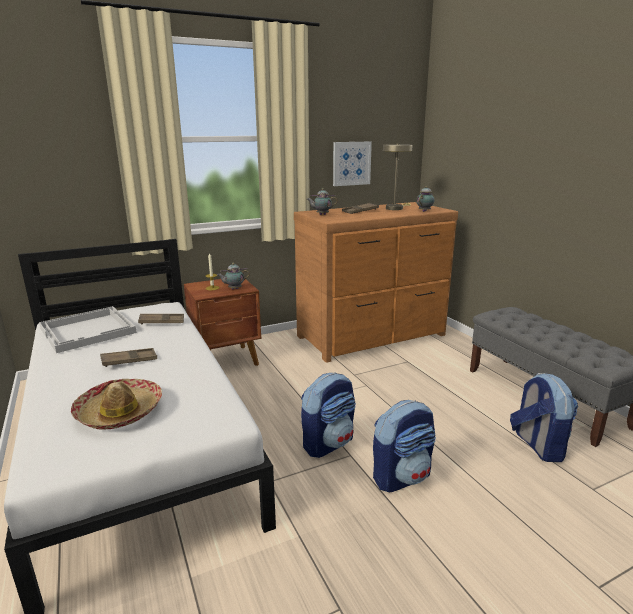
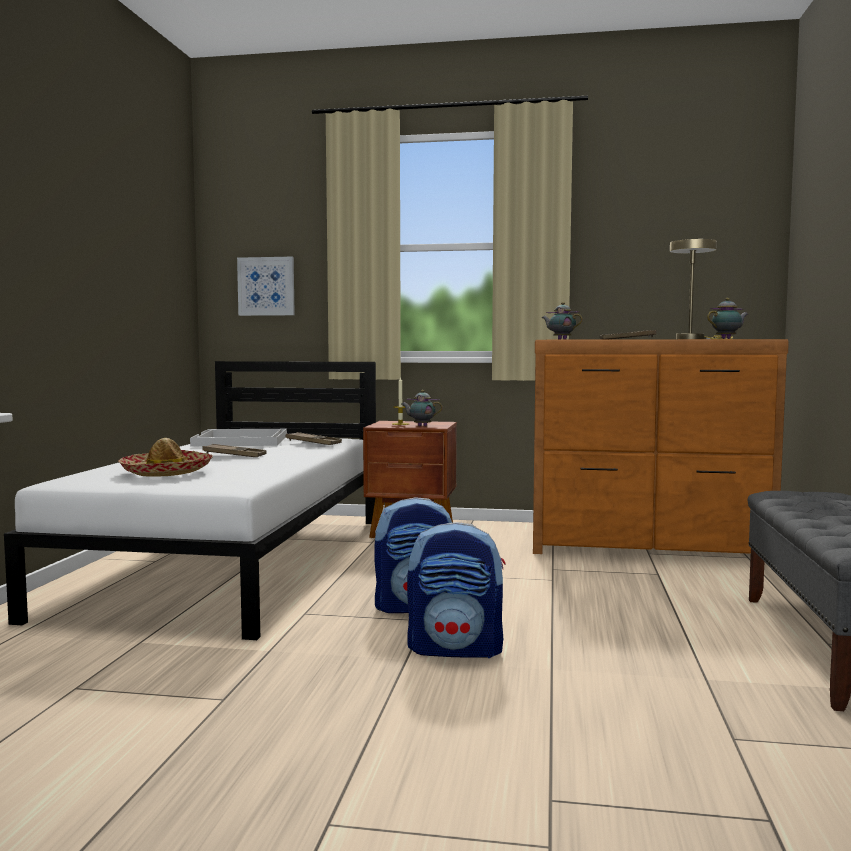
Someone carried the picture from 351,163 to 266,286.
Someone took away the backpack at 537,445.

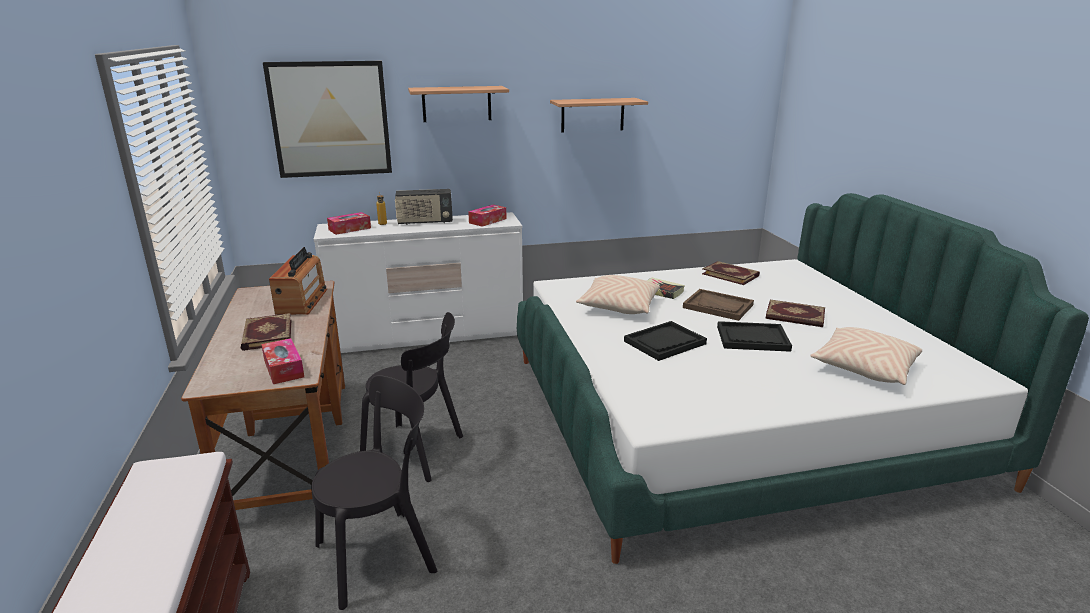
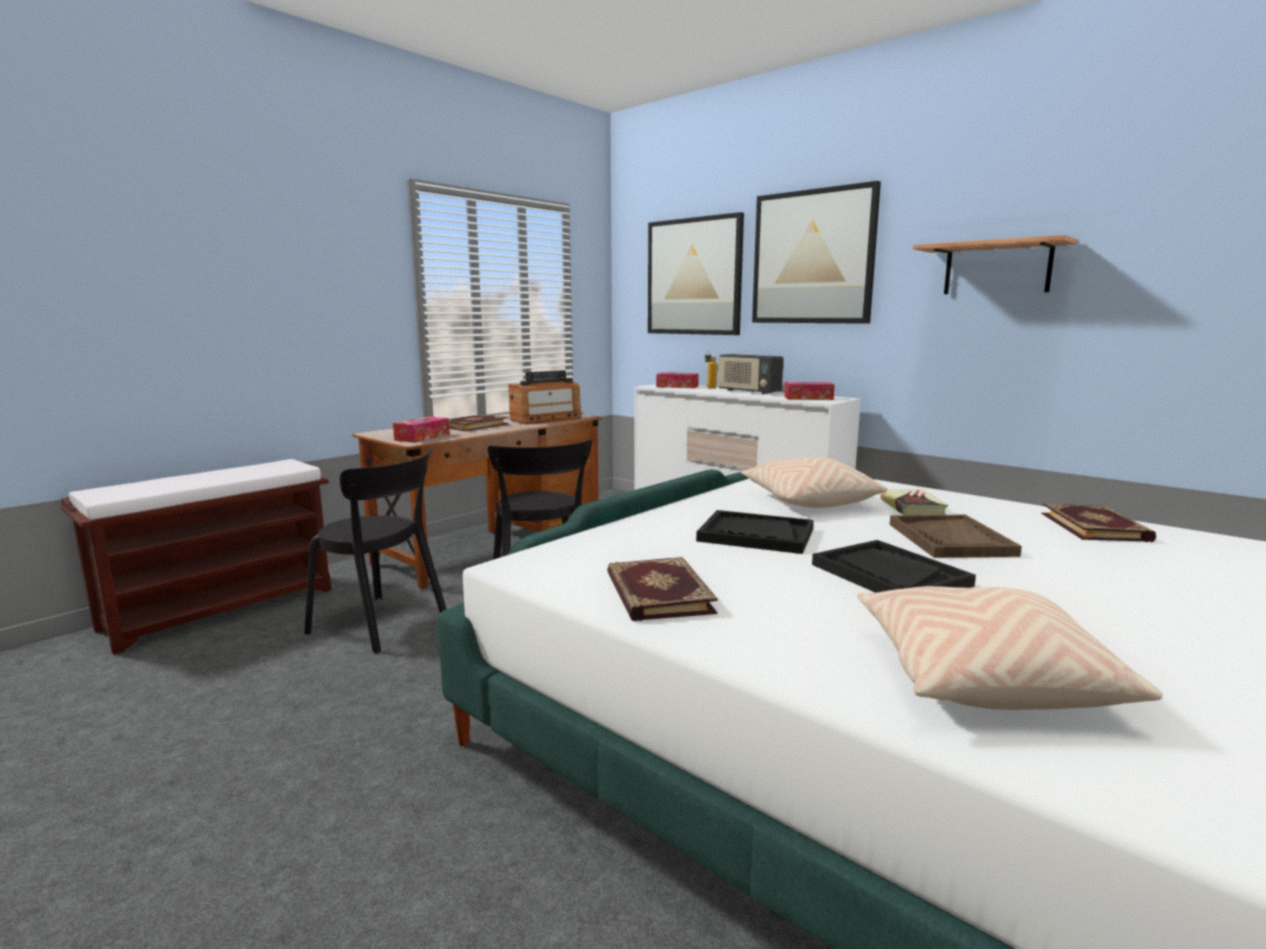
Someone swapped the shelf at 456,104 for the picture at 813,257.
Someone carried the book from 794,316 to 656,593.

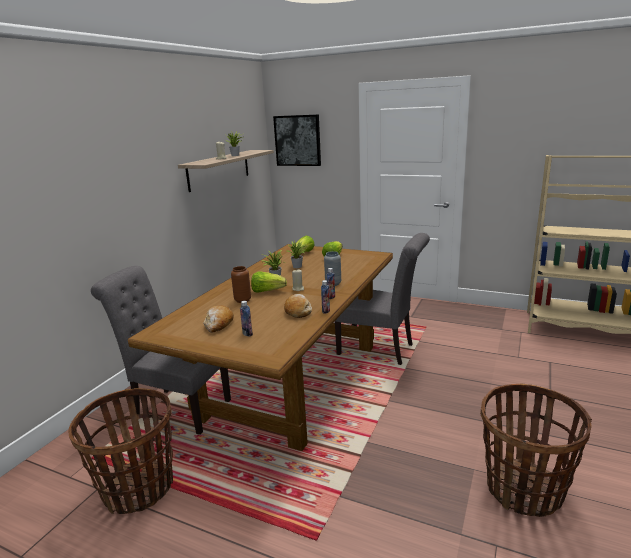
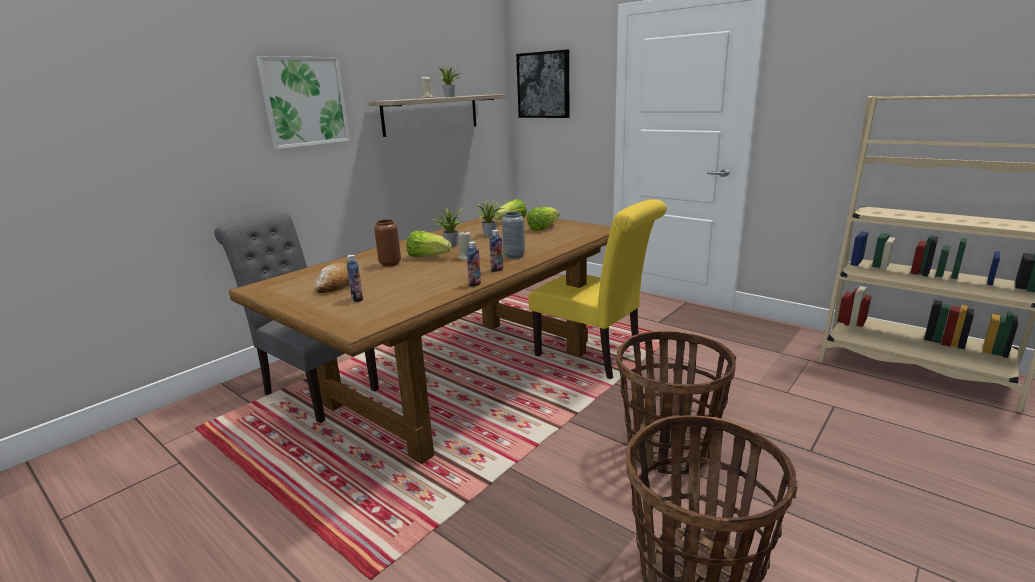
Someone carried the basket from 138,488 to 669,450.
Someone took away the bread at 298,311.
Someone repainted the grey chair at 380,350, which became the yellow chair at 594,358.
Someone put up the picture at 305,102.

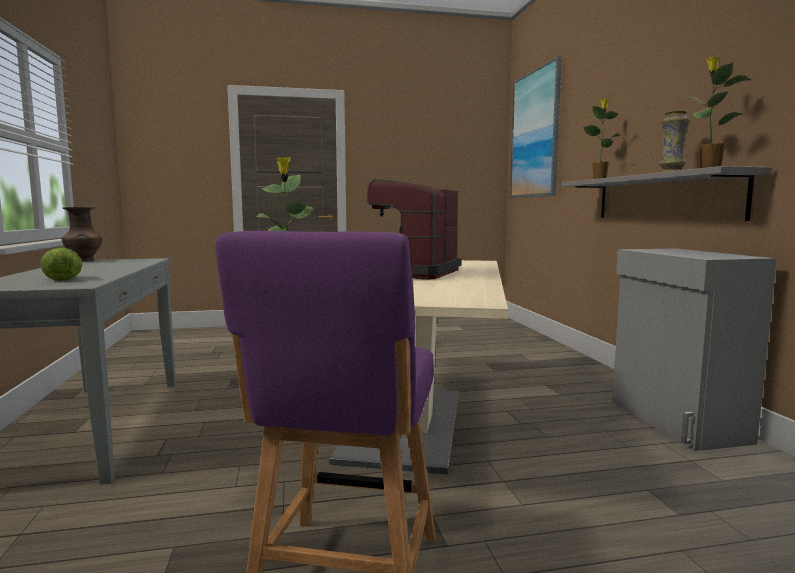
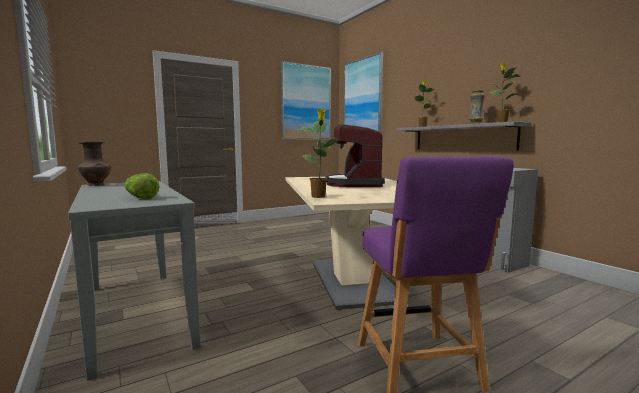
Someone put up the picture at 305,103.

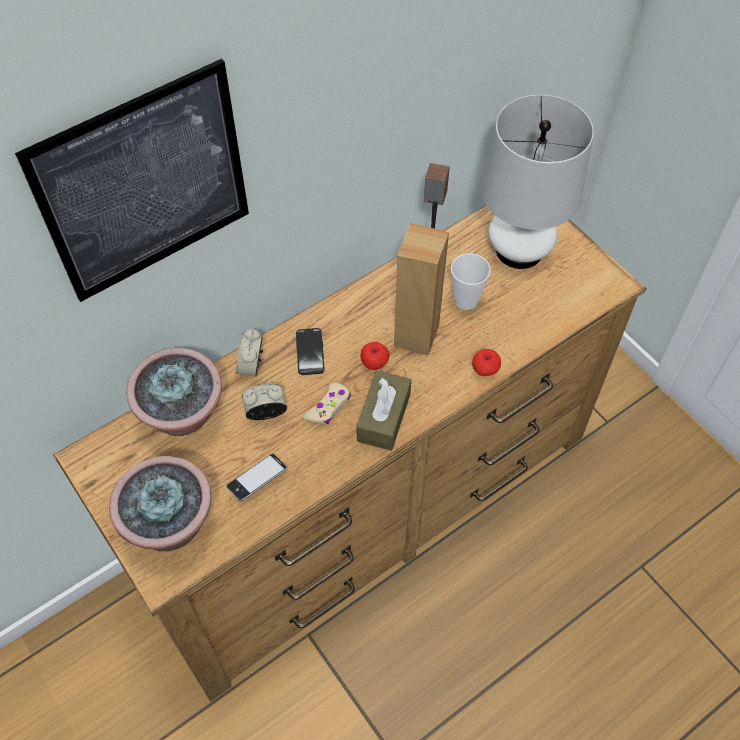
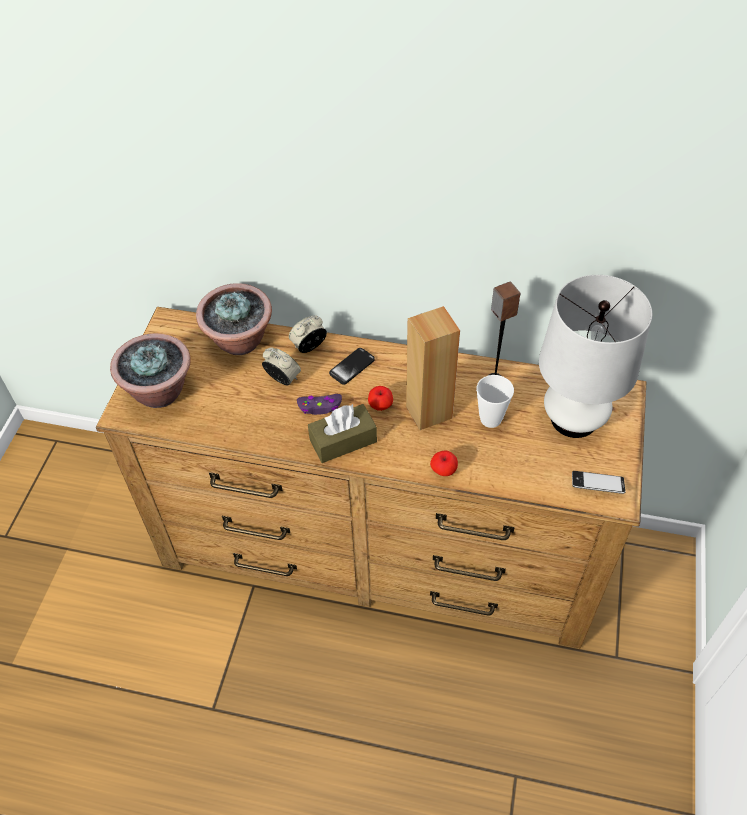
Someone took away the picture at 145,185.
Someone carried the phone from 257,479 to 597,484.
Someone repainted the beige game controller at 329,408, which became the purple game controller at 320,407.

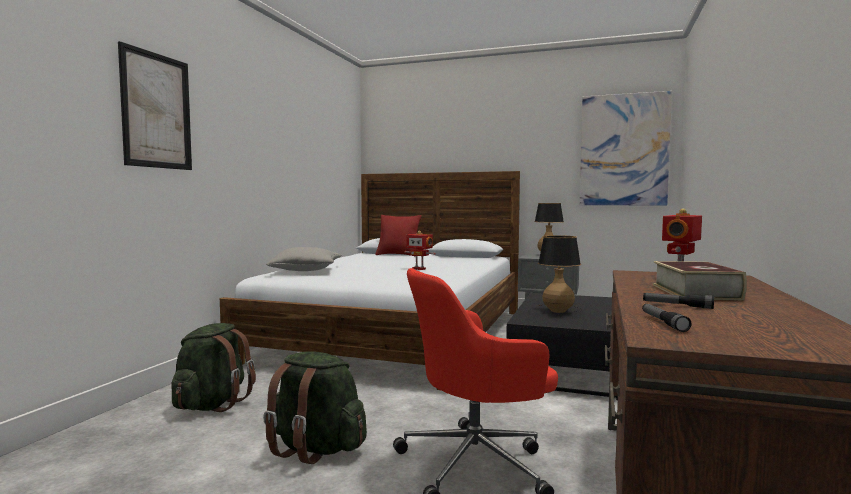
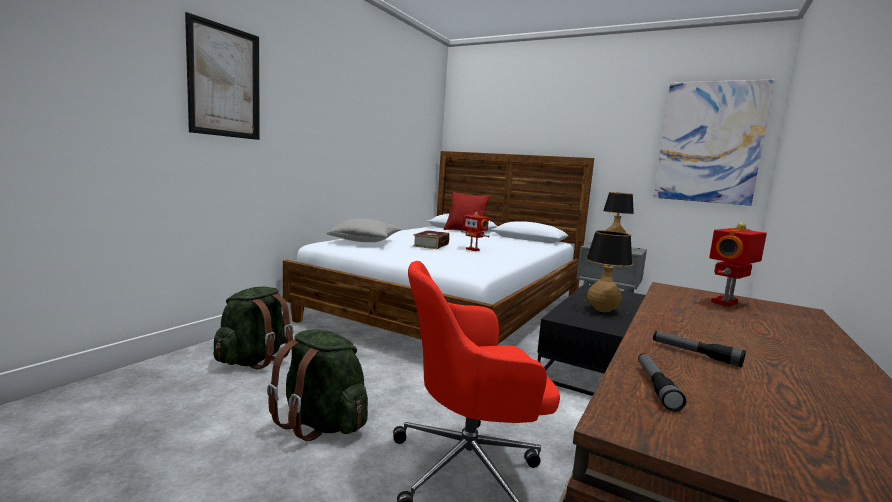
Someone carried the book from 695,292 to 431,245.

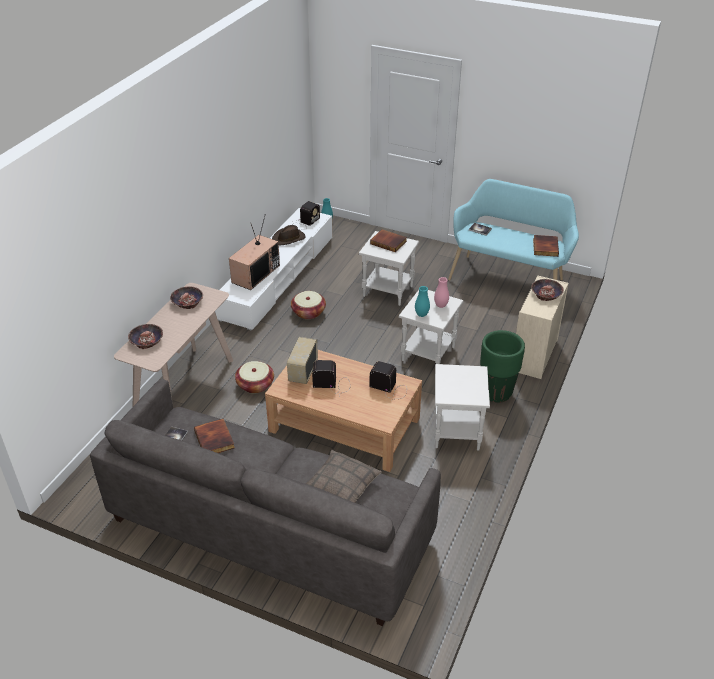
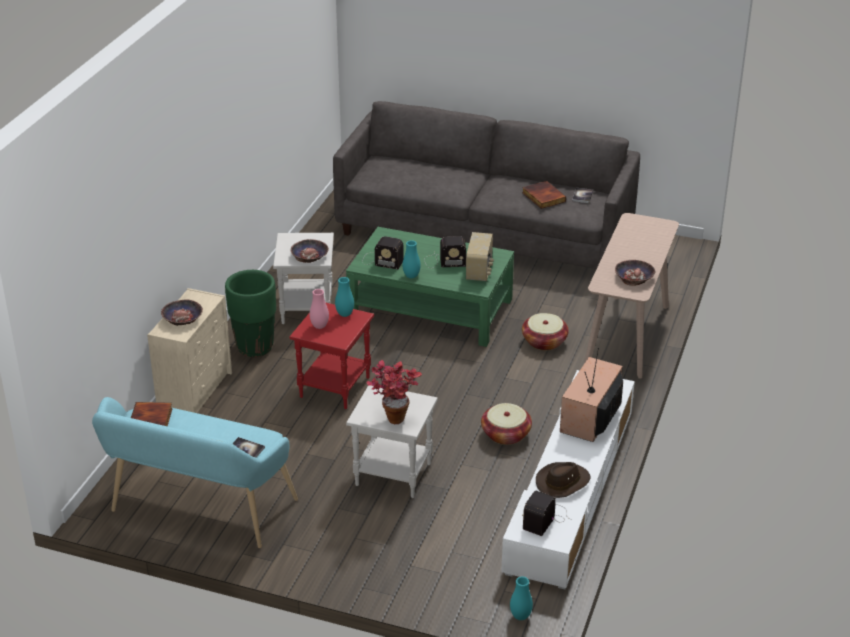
Someone carried the bowl from 146,340 to 309,256.
Someone repainted the brown coffee table at 343,425, which became the green coffee table at 431,309.
Someone took away the pillow at 341,485.
Someone swapped the book at 389,242 for the potted plant at 393,416.
Someone repainted the white side table at 427,353, which became the red side table at 335,388.
Someone put down the turquoise vase at 411,276.

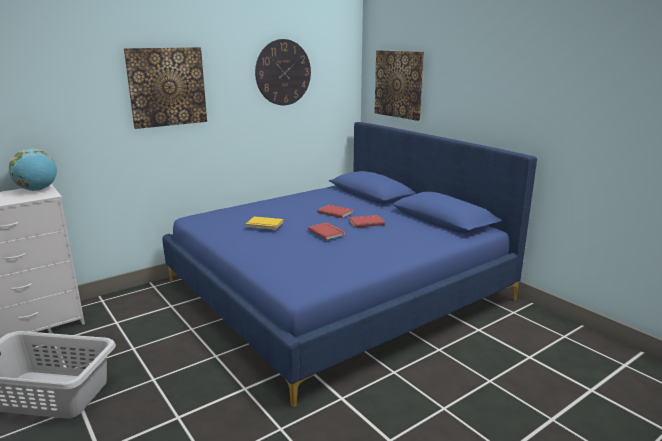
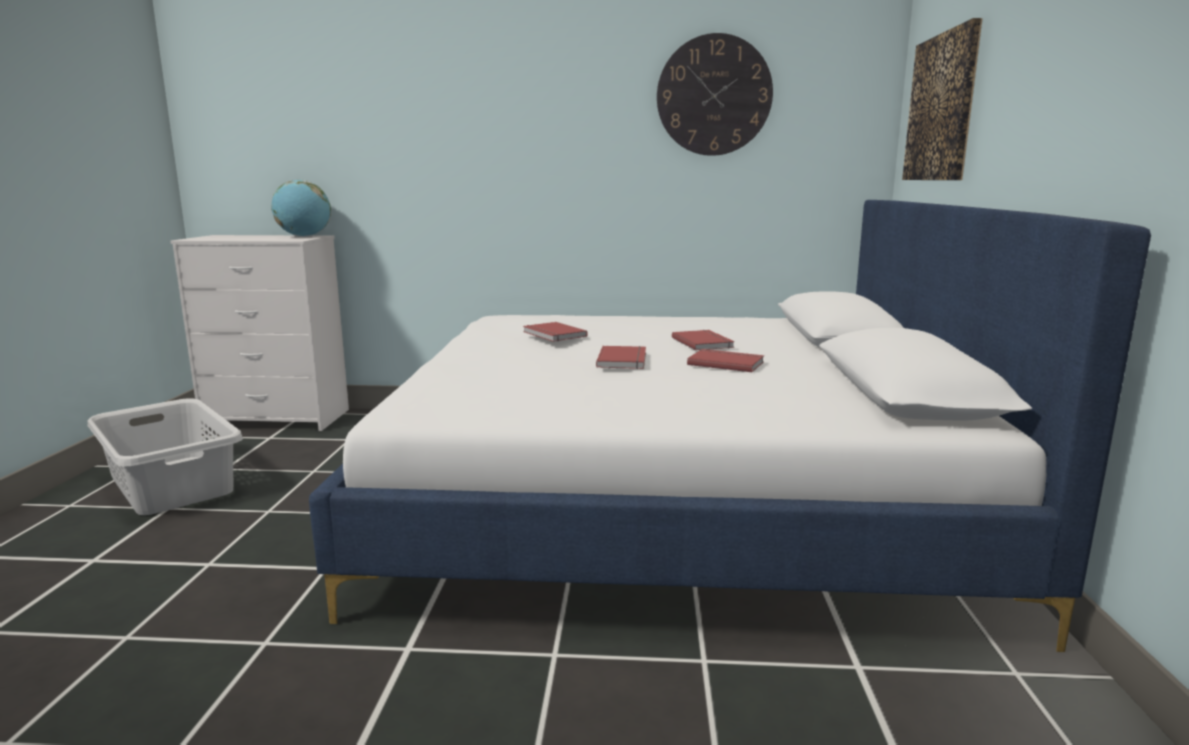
Someone took away the picture at 167,87.
Someone repainted the blue bed at 337,290, which became the white bed at 673,494.
Someone repainted the yellow book at 264,225, which became the red book at 553,334.

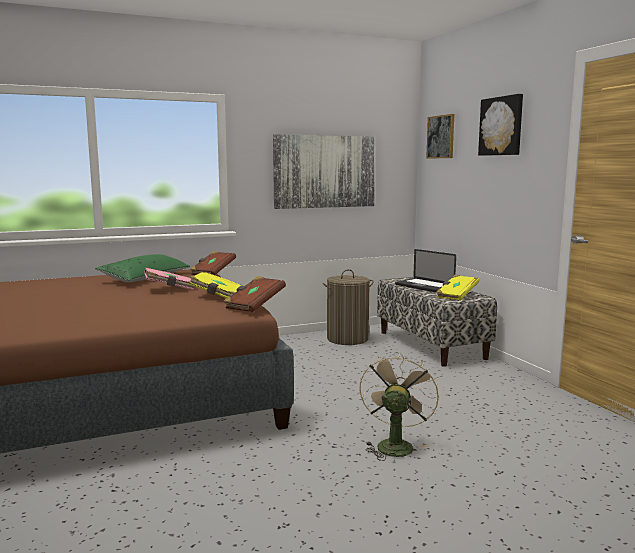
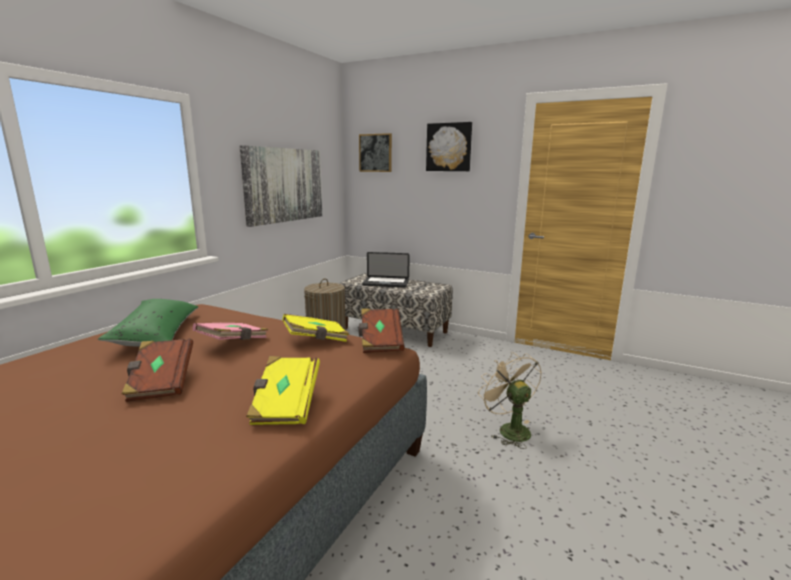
Someone carried the brown book from 213,272 to 161,382.
Someone carried the yellow book from 456,296 to 285,404.

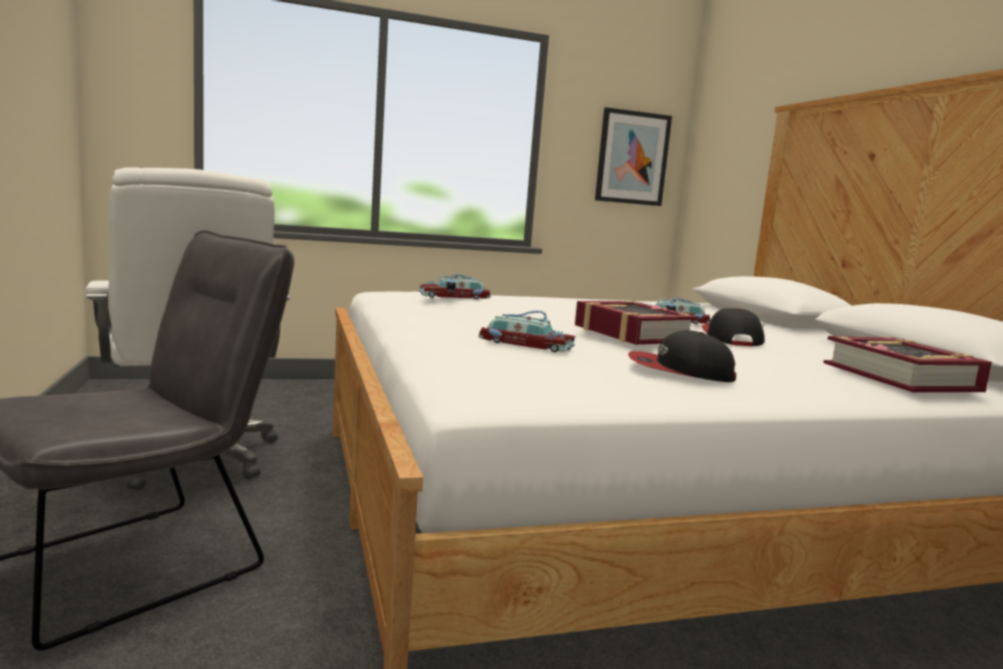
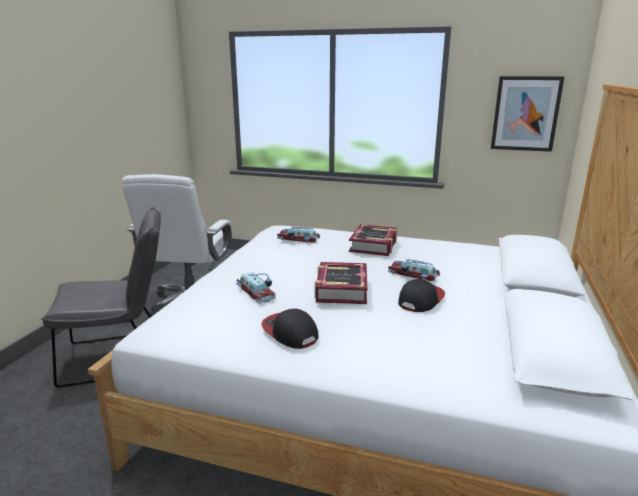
Someone carried the book from 900,377 to 374,245.

